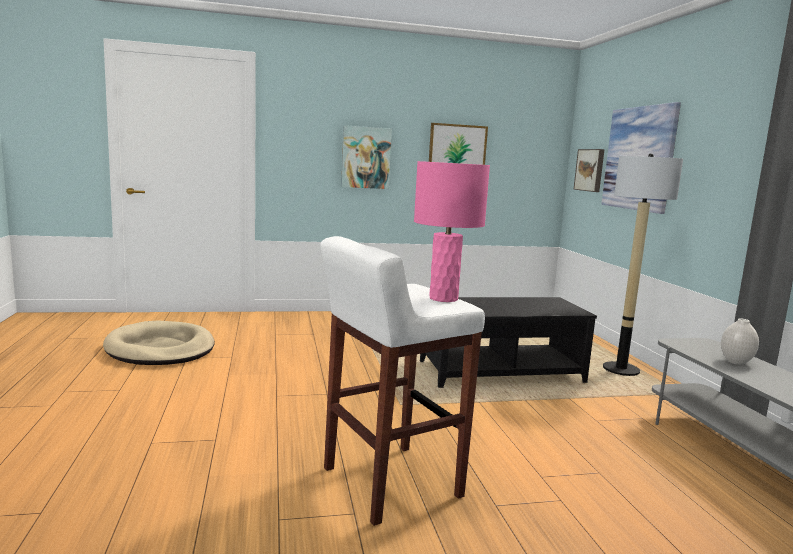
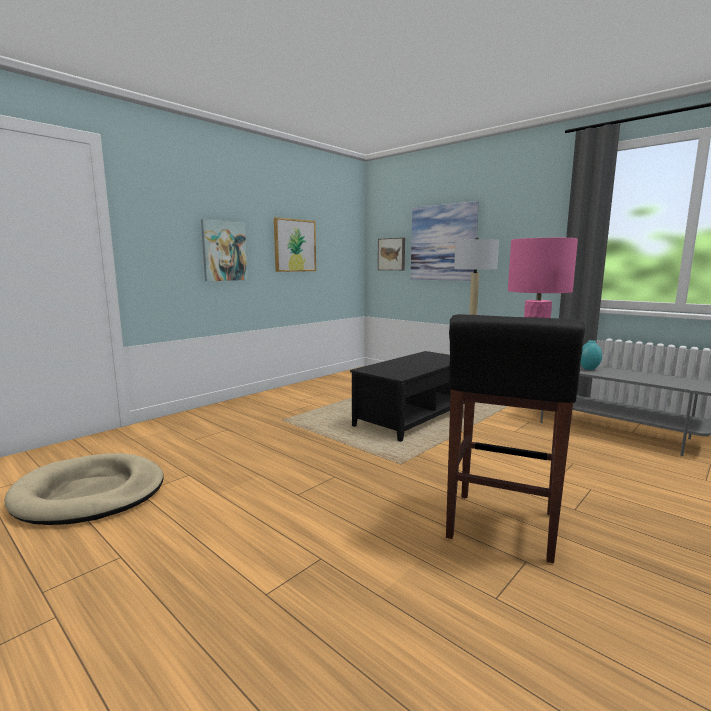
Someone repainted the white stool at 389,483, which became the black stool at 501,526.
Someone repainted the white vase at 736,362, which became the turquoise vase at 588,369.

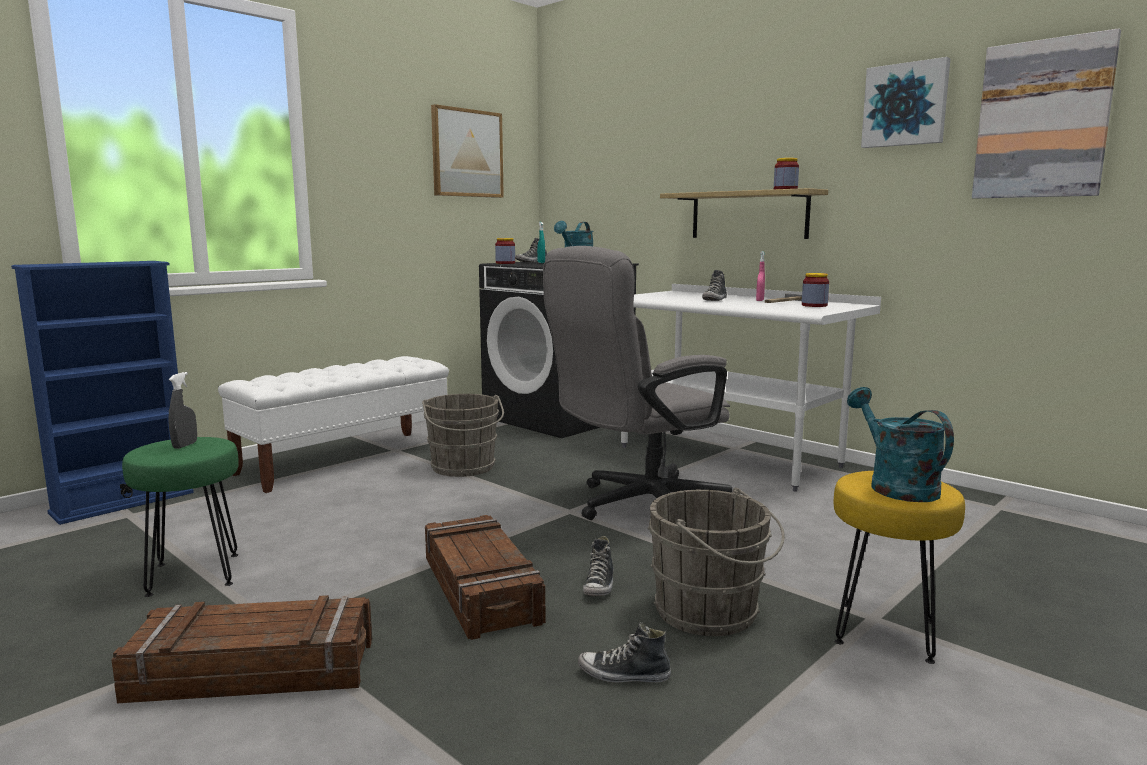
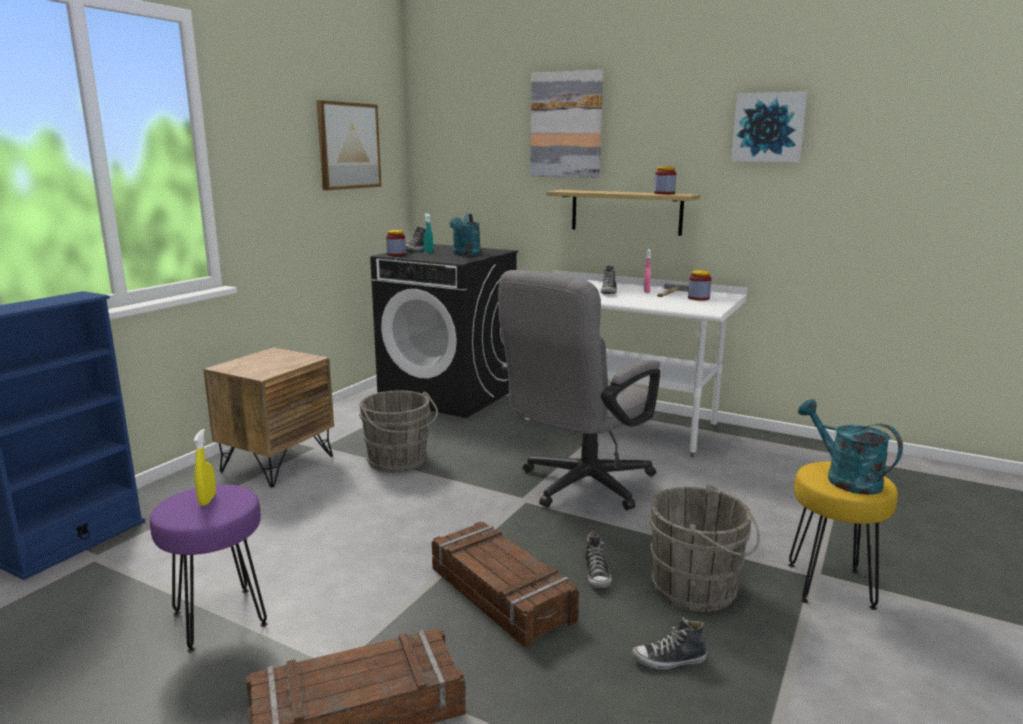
Someone repainted the green stool at 193,575, which became the purple stool at 219,619.
Someone repainted the grey spray bottle at 185,445, which became the yellow spray bottle at 207,500.
Someone swapped the white bench at 346,459 for the brown nightstand at 277,463.
Someone carried the picture from 1042,120 to 566,125.

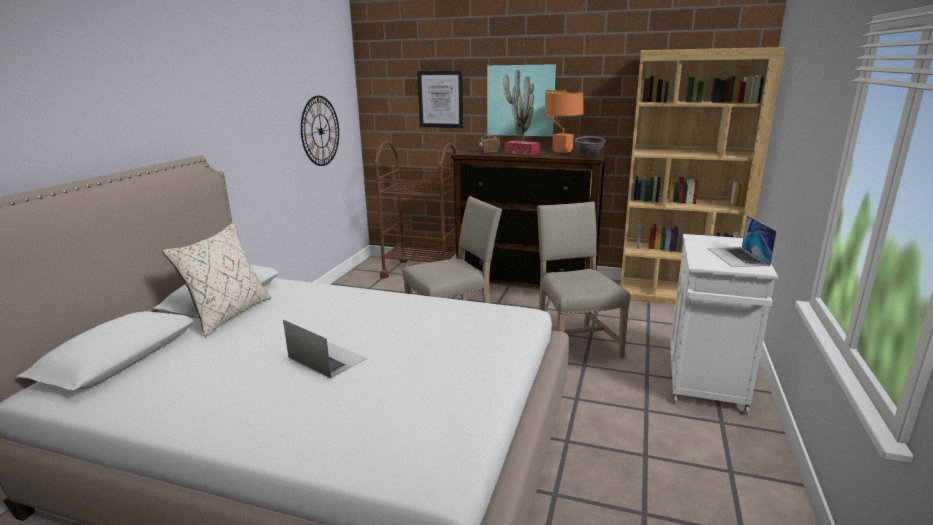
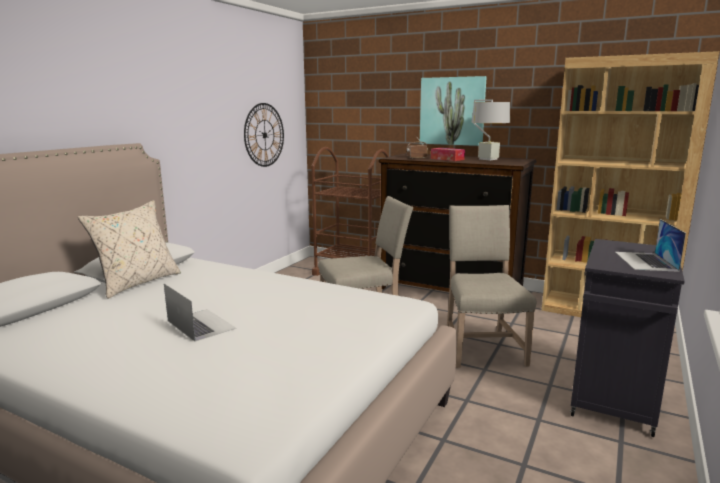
Someone took away the picture at 440,99.
Someone repainted the orange table lamp at 562,151, which became the grey table lamp at 488,159.
Someone took away the brown bowl at 588,157.
Someone repainted the white cabinet at 705,382, which became the black cabinet at 613,399.

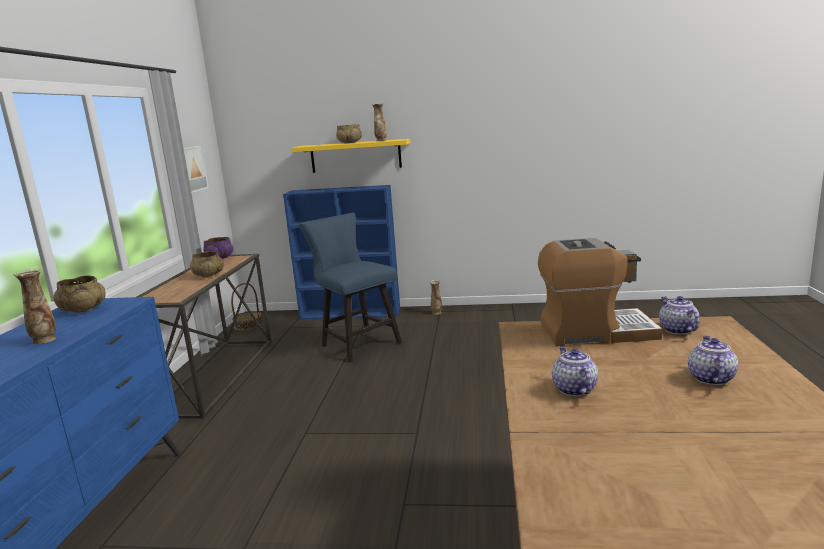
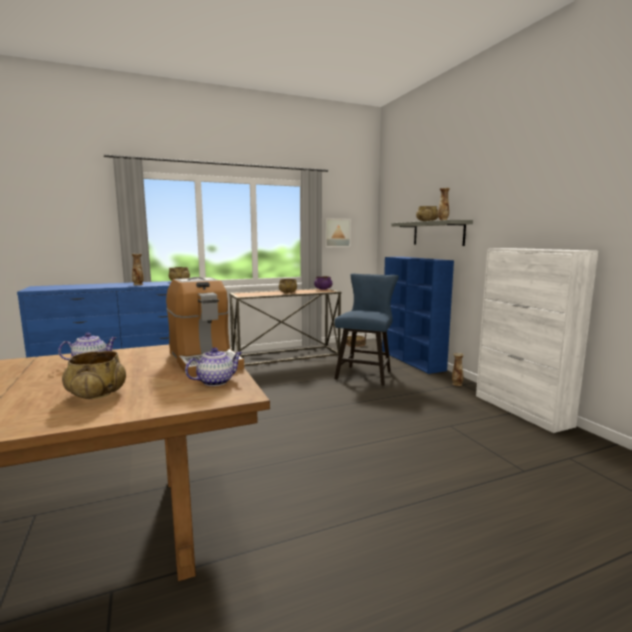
Someone repainted the yellow shelf at 355,156, which became the grey shelf at 438,233.
Someone swapped the teapot at 710,378 for the beige bowl at 97,394.
Someone put down the white cabinet at 521,410.

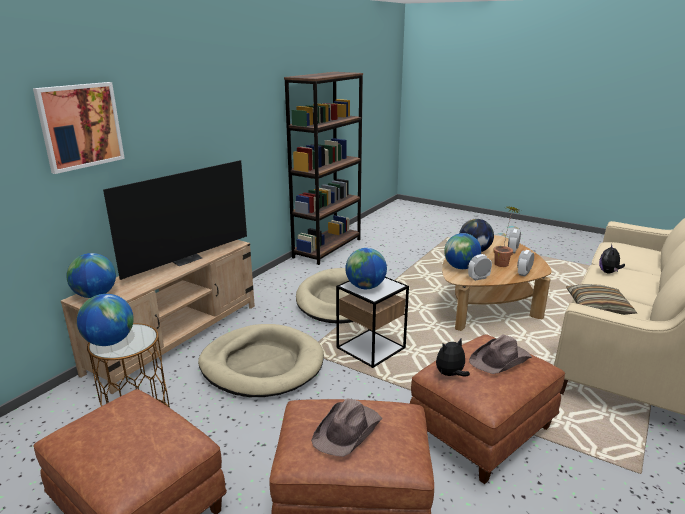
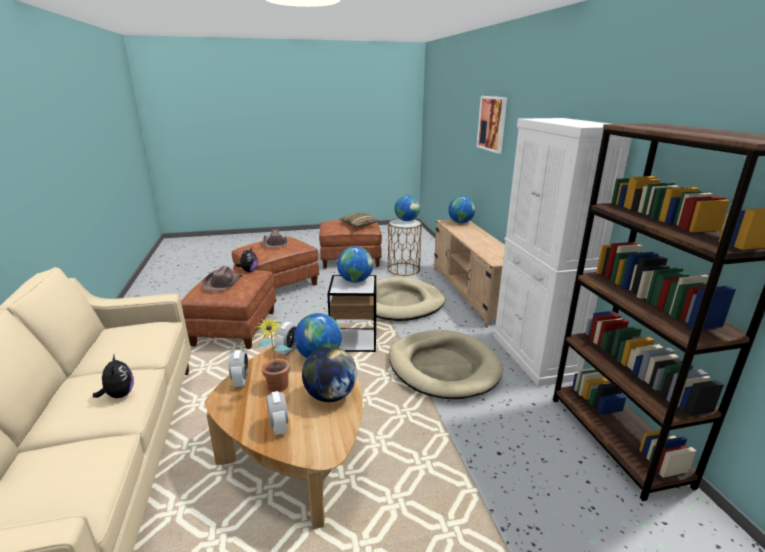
Someone took away the television at 186,259.
Someone carried the pillow from 597,307 to 359,224.
Someone put down the white cabinet at 534,356.

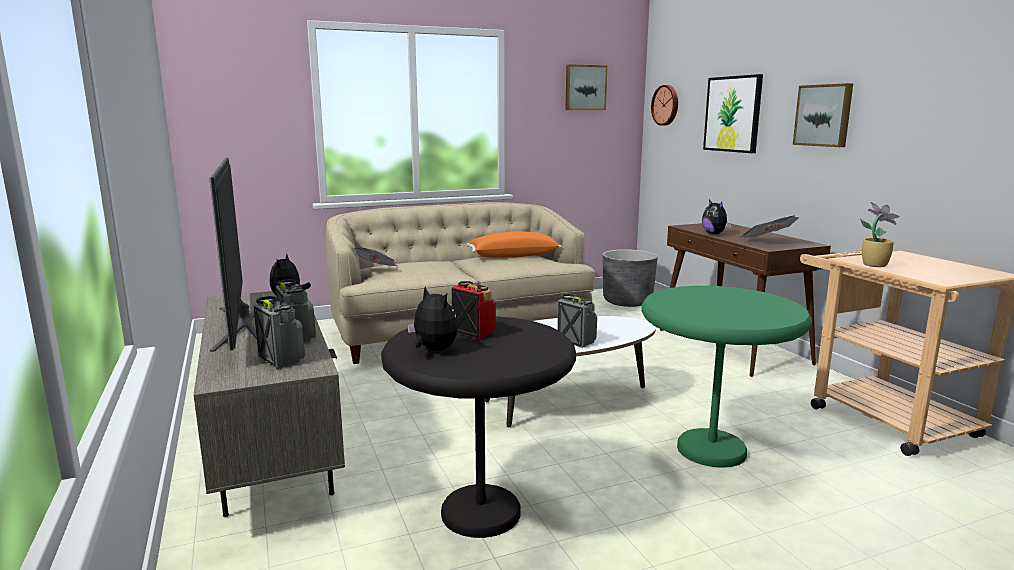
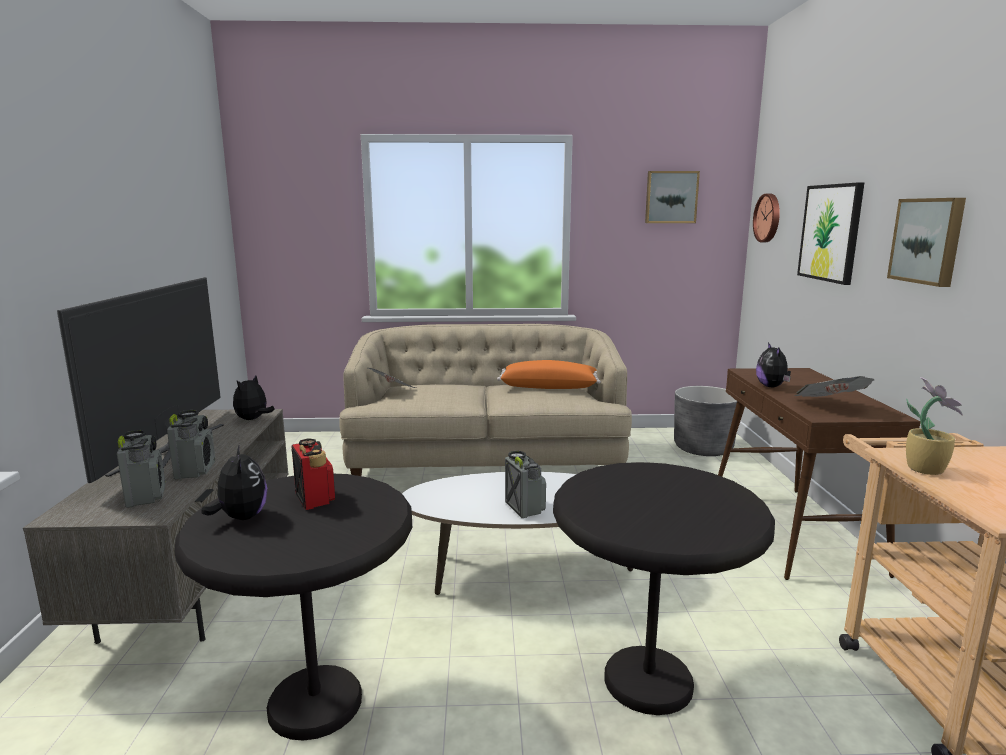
Someone repainted the green side table at 711,450, which became the black side table at 648,682.

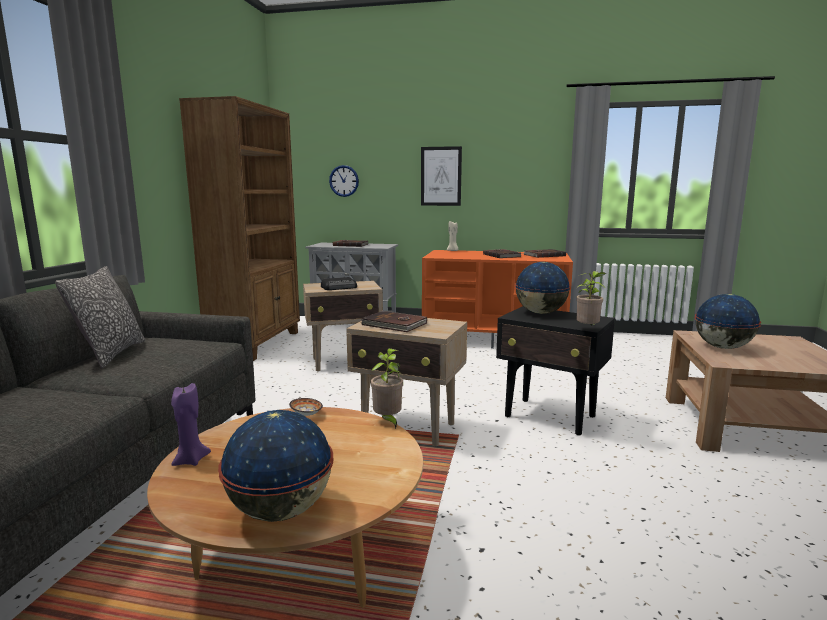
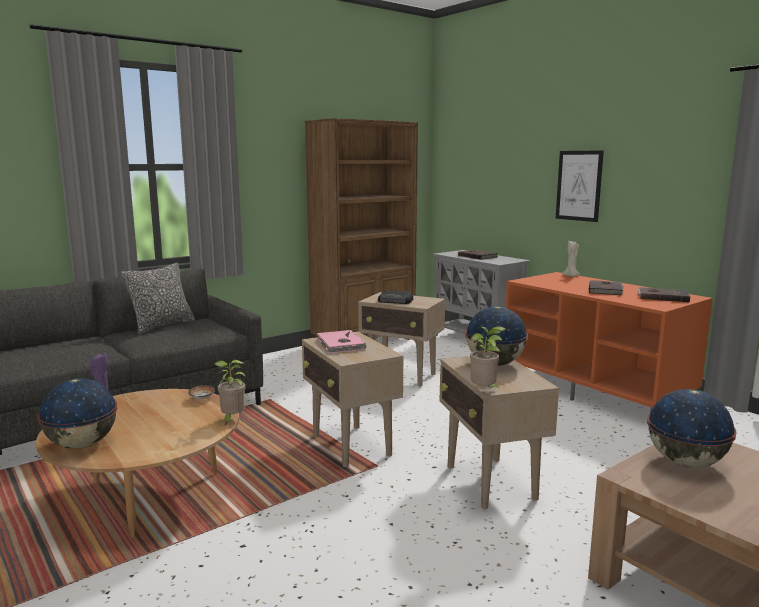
Someone took away the wall clock at 344,181.
Someone repainted the brown book at 394,324, which became the pink book at 340,344.
Someone repainted the black side table at 550,417, which became the beige side table at 490,483.

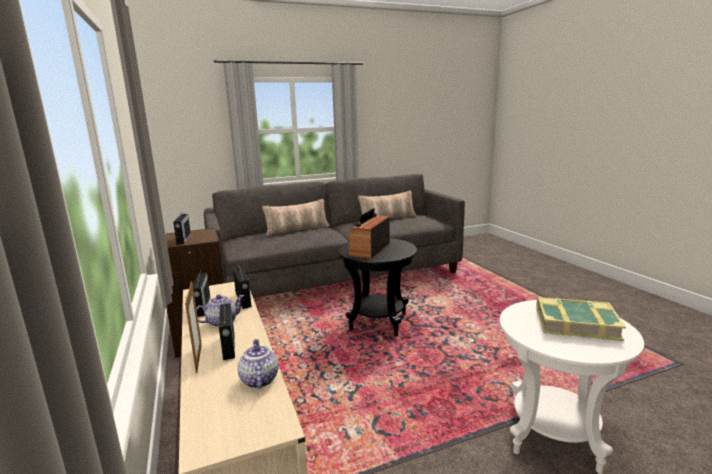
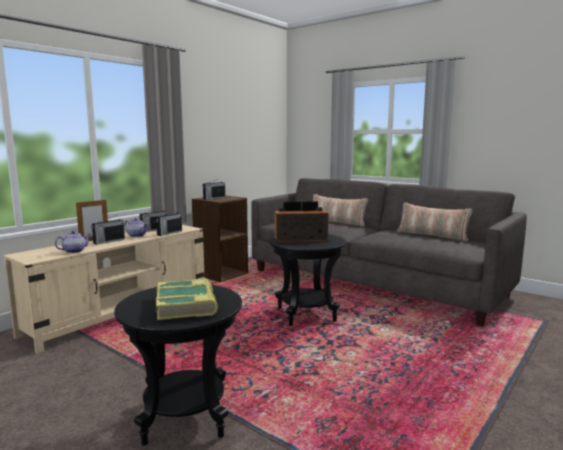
Someone repainted the white side table at 553,436, which became the black side table at 185,418.

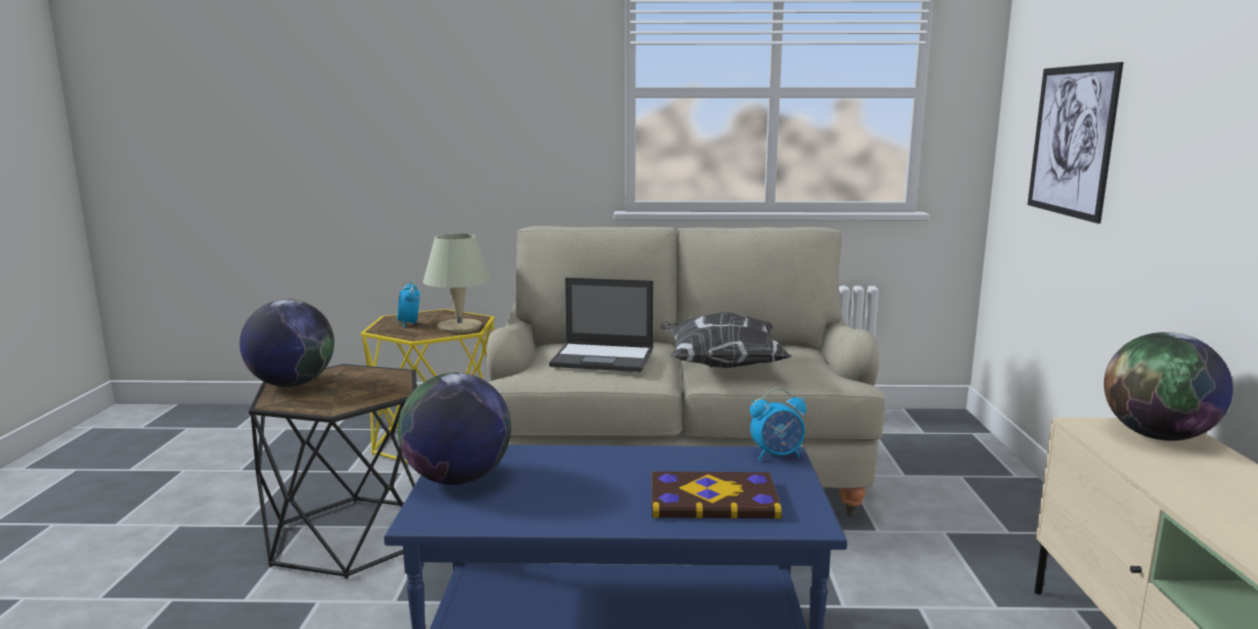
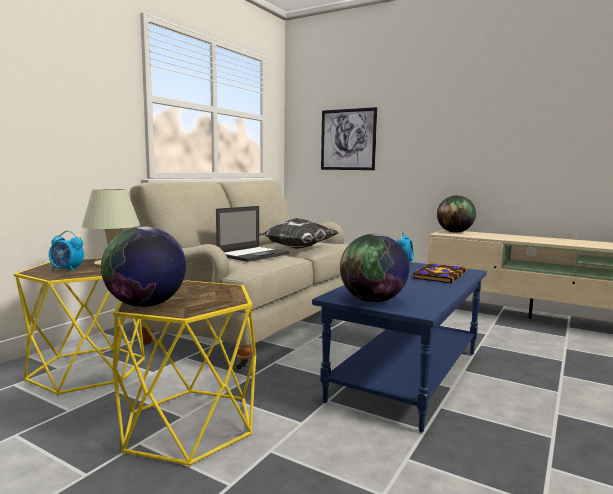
Someone repainted the black side table at 351,536, which became the yellow side table at 190,425.

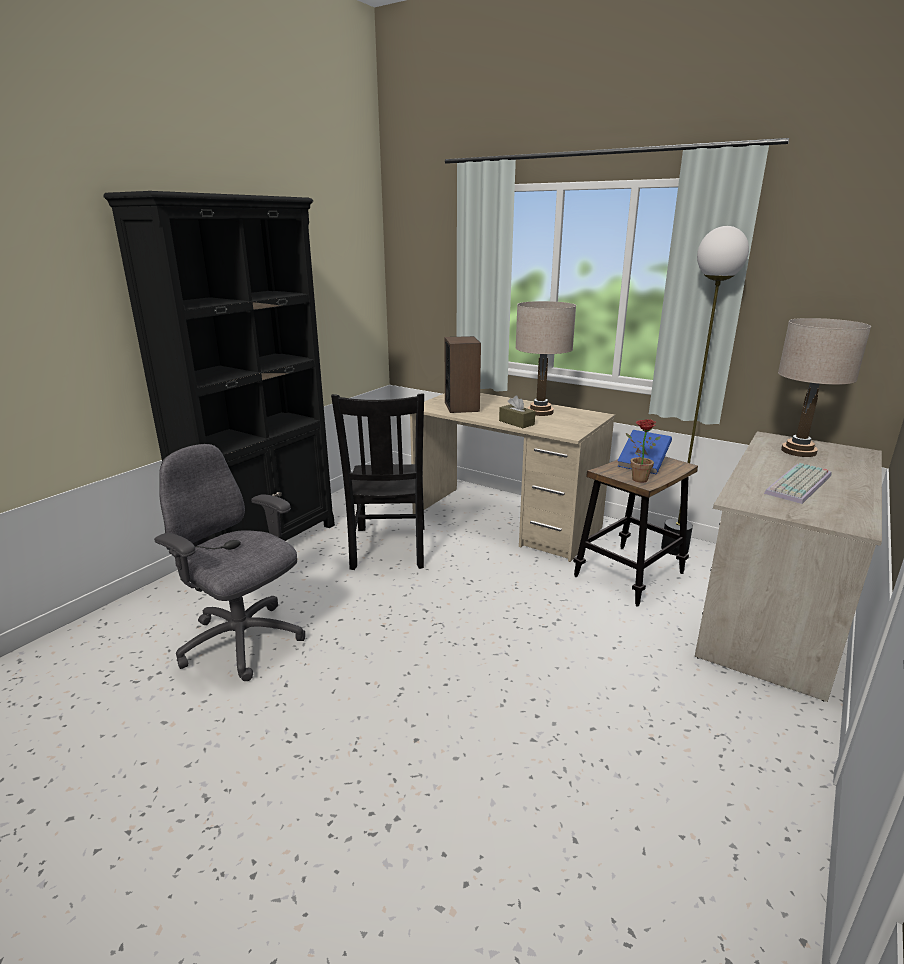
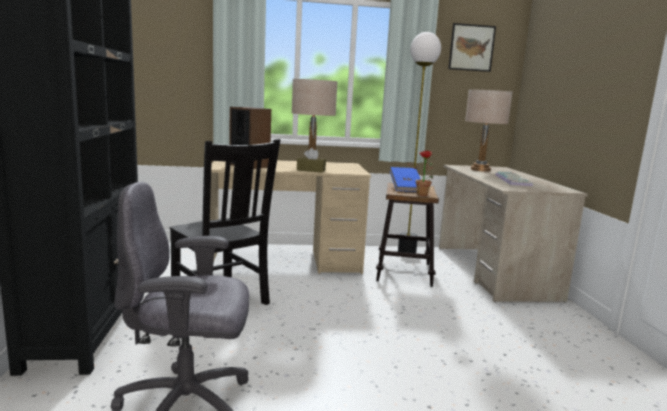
Someone put up the picture at 471,47.

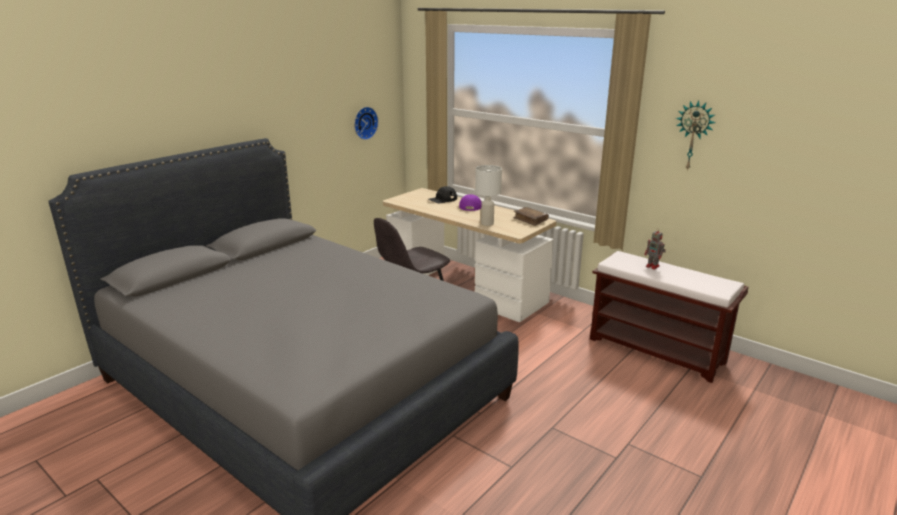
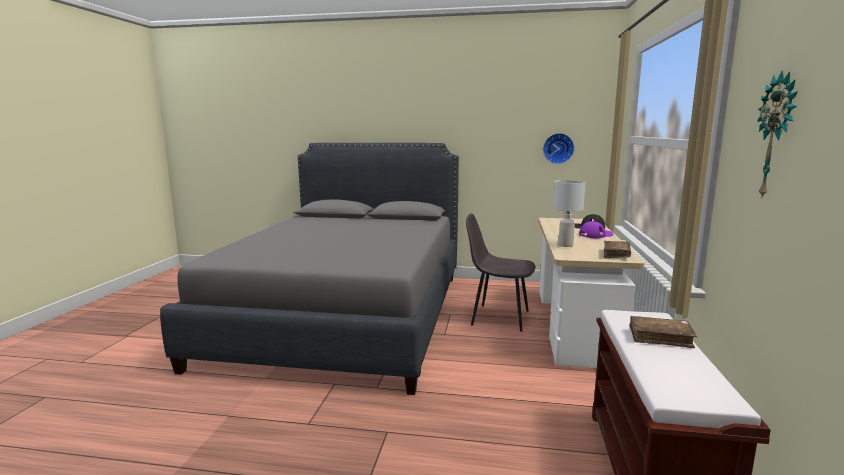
Someone swapped the toy robot at 653,266 for the brown book at 660,338.

